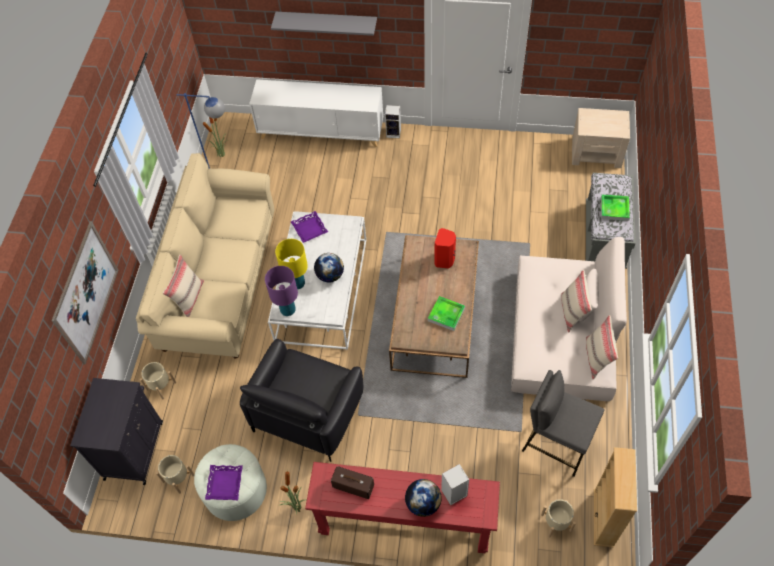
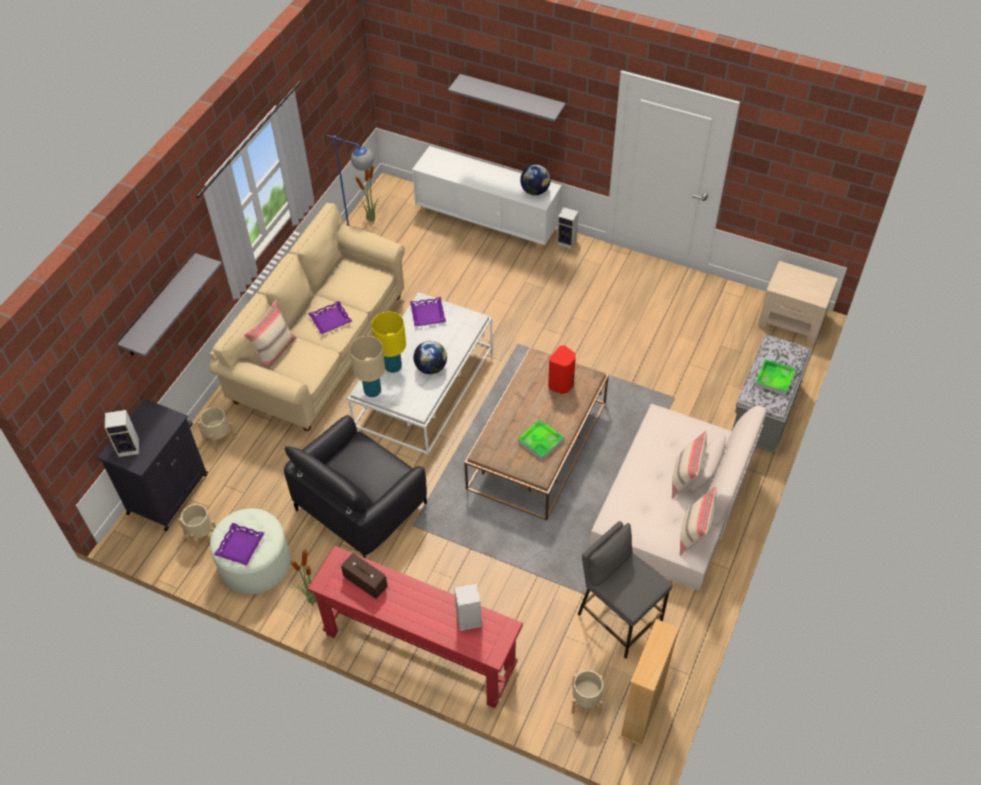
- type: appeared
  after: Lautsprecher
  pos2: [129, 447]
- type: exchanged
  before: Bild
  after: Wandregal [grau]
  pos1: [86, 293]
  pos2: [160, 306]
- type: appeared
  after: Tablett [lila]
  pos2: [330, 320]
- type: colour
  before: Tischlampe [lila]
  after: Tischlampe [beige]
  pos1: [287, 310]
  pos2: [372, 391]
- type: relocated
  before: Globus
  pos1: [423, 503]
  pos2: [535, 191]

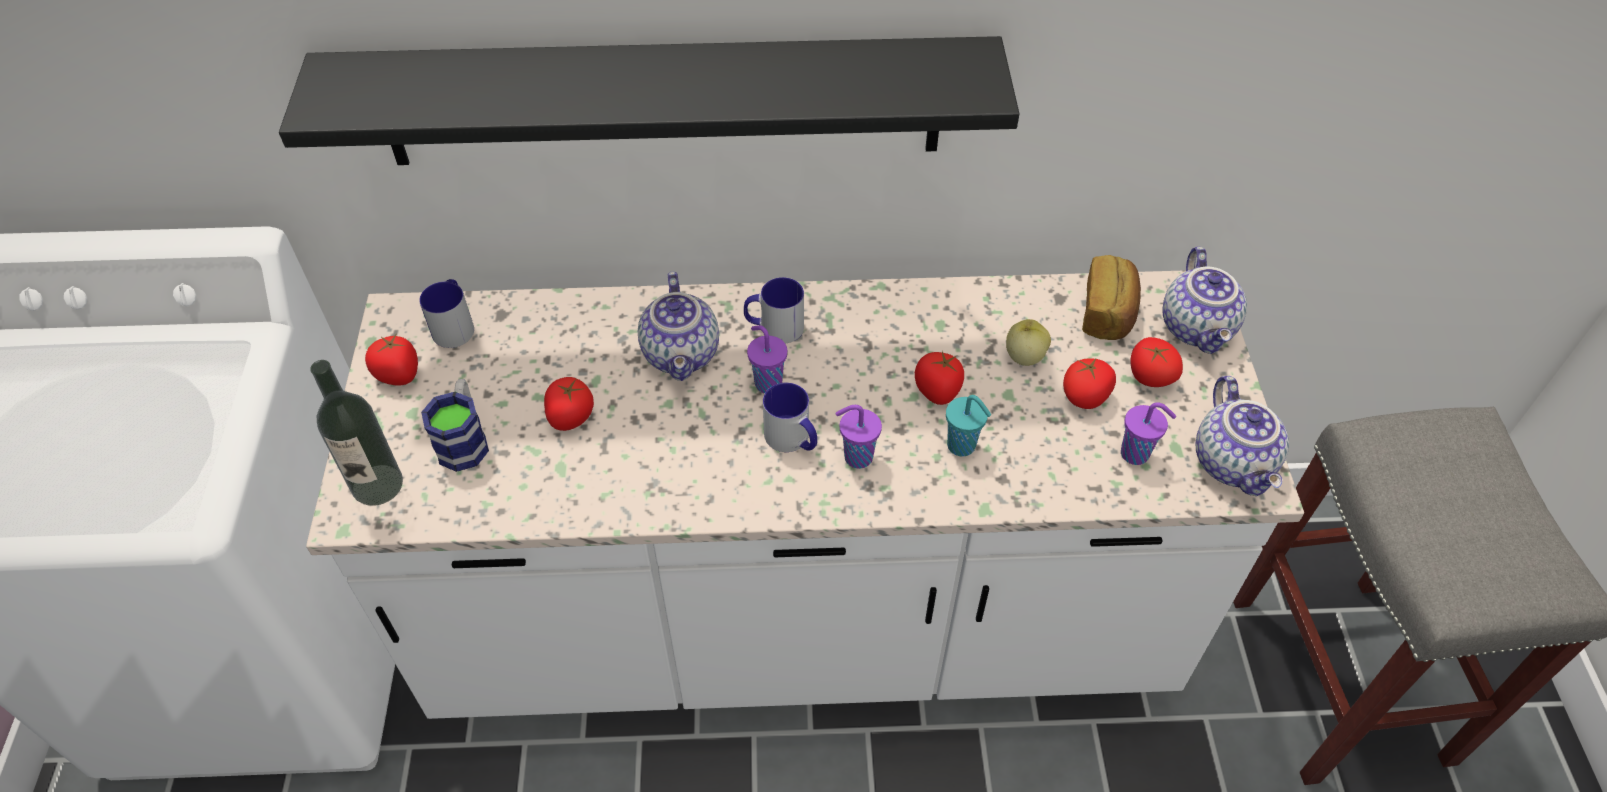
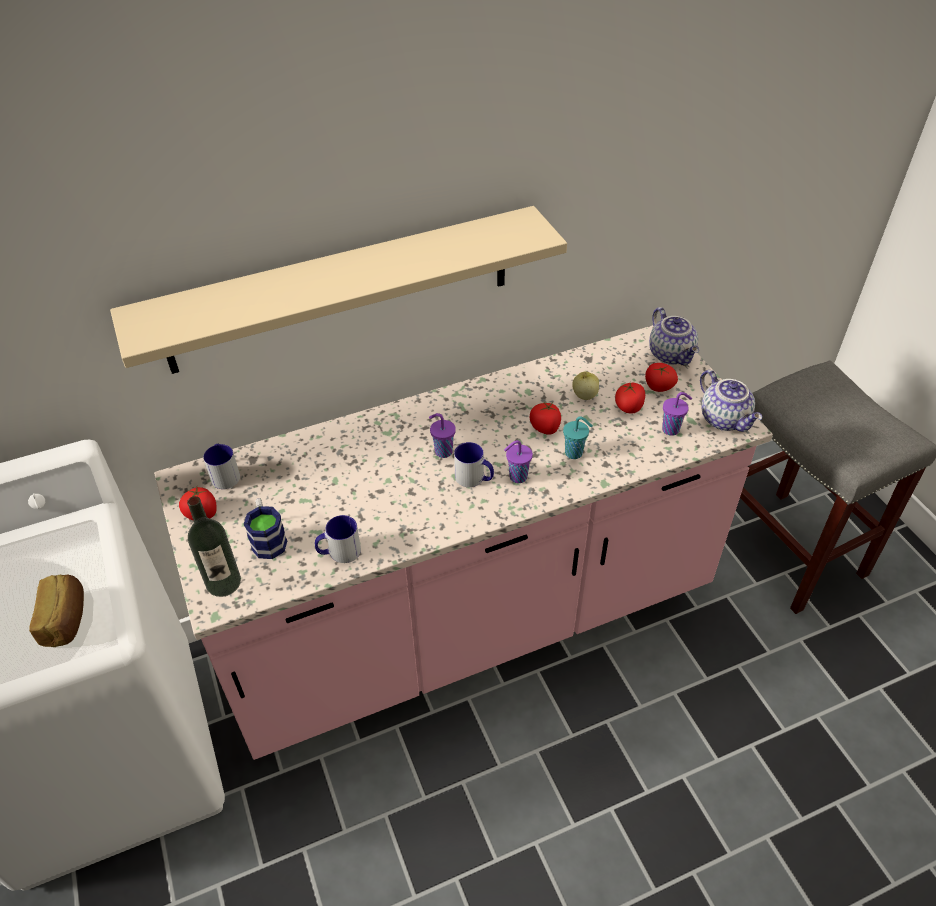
- type: relocated
  before: Brot
  pos1: [1108, 313]
  pos2: [66, 620]
- type: colour
  before: Wandregal [schwarz]
  after: Wandregal [beige]
  pos1: [662, 101]
  pos2: [340, 290]
- type: colour
  before: Küchenzeile [weiß]
  after: Küchenzeile [rosa]
  pos1: [803, 626]
  pos2: [471, 623]
- type: relocated
  before: Henkelbecher
  pos1: [774, 327]
  pos2: [339, 552]
- type: missing
  before: Tomate
  pos1: [571, 417]
- type: missing
  before: Teekanne
  pos1: [683, 354]

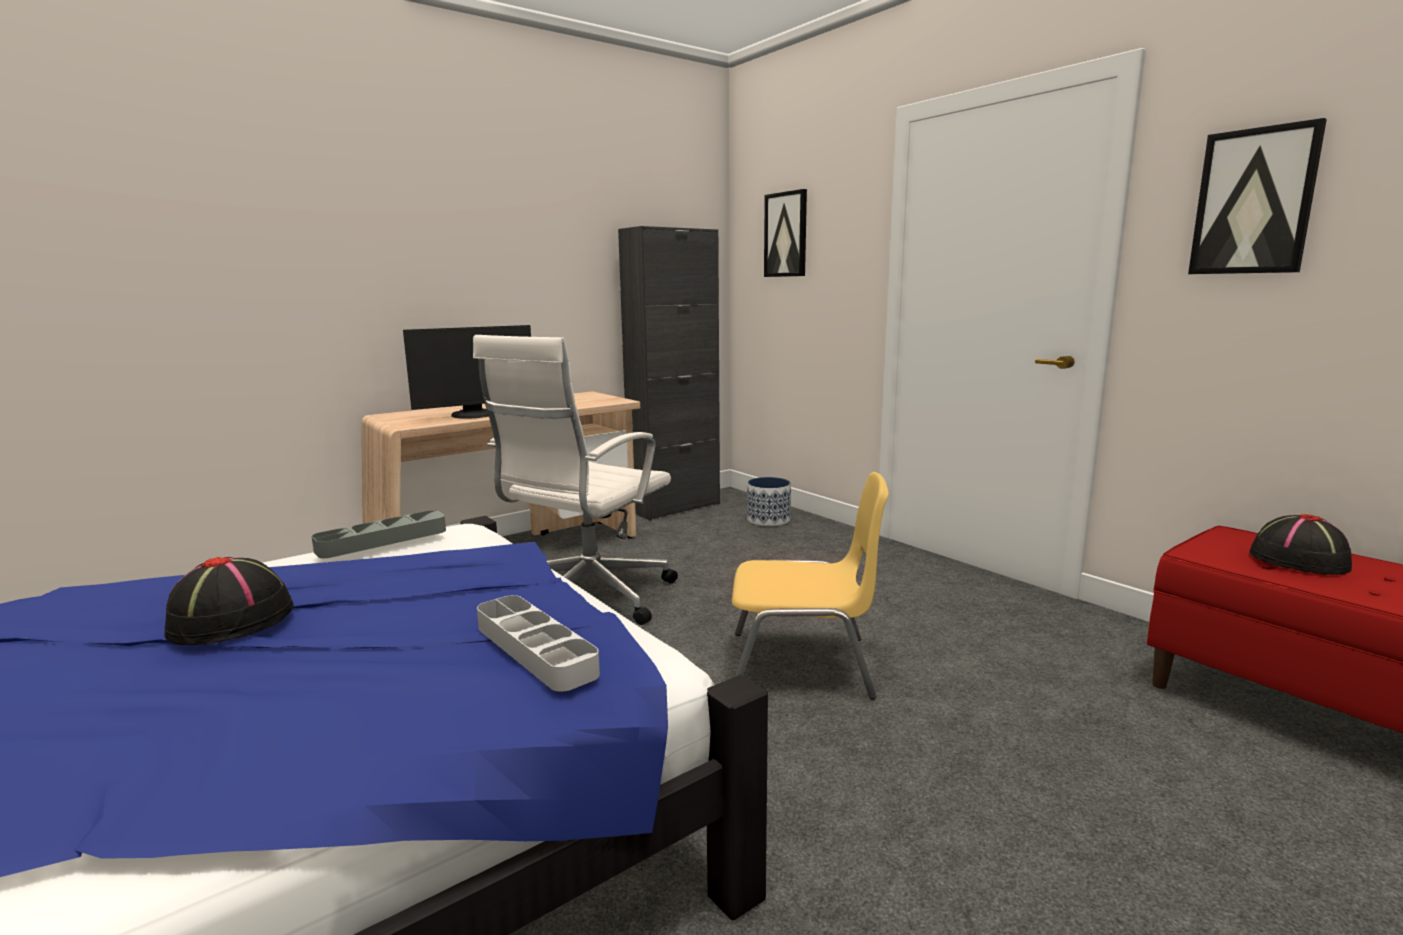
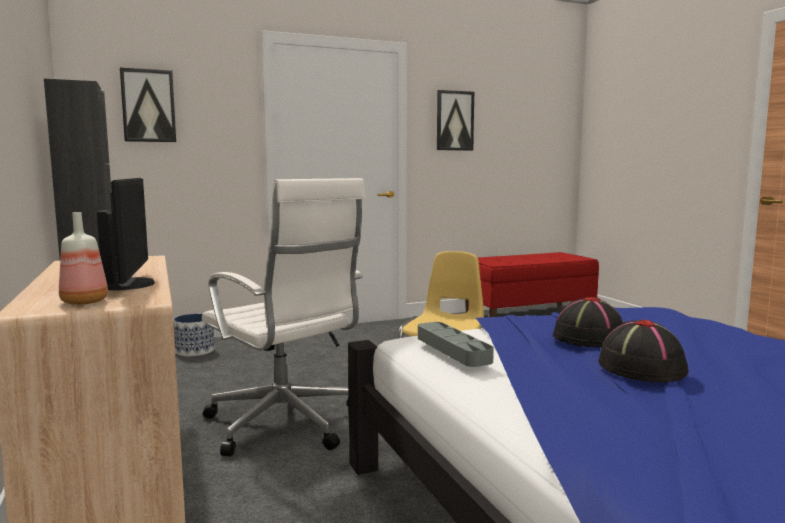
- type: appeared
  after: Flasche
  pos2: [86, 302]
- type: relocated
  before: Hut [schwarz]
  pos1: [1297, 560]
  pos2: [588, 338]
- type: missing
  before: Tablett [grau]
  pos1: [535, 649]

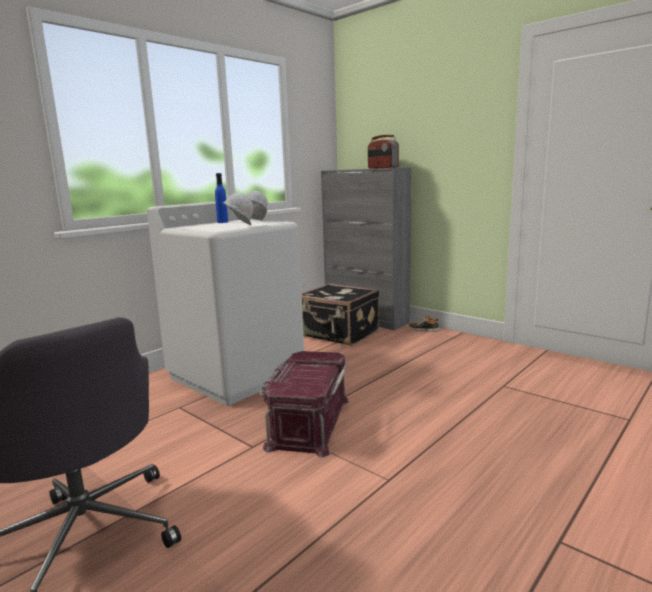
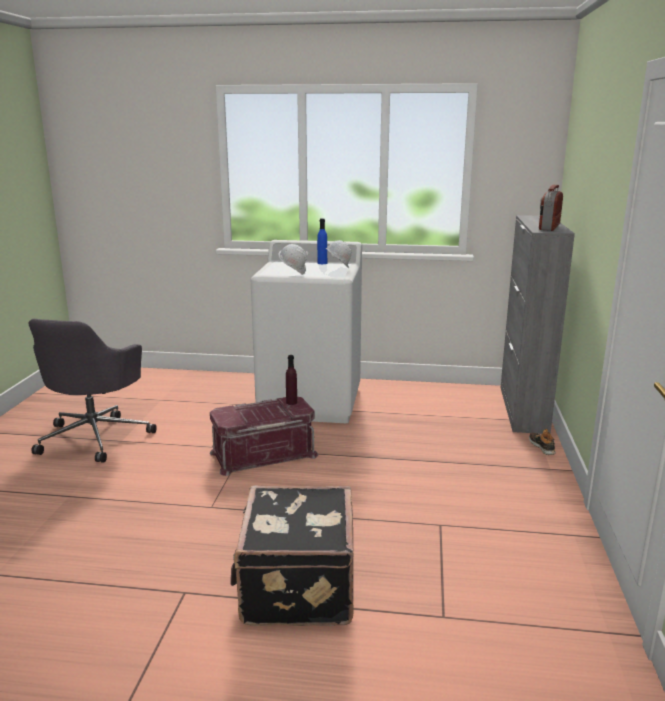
- type: relocated
  before: Koffer [schwarz]
  pos1: [339, 334]
  pos2: [296, 587]
- type: appeared
  after: Flasche [lila]
  pos2: [291, 402]

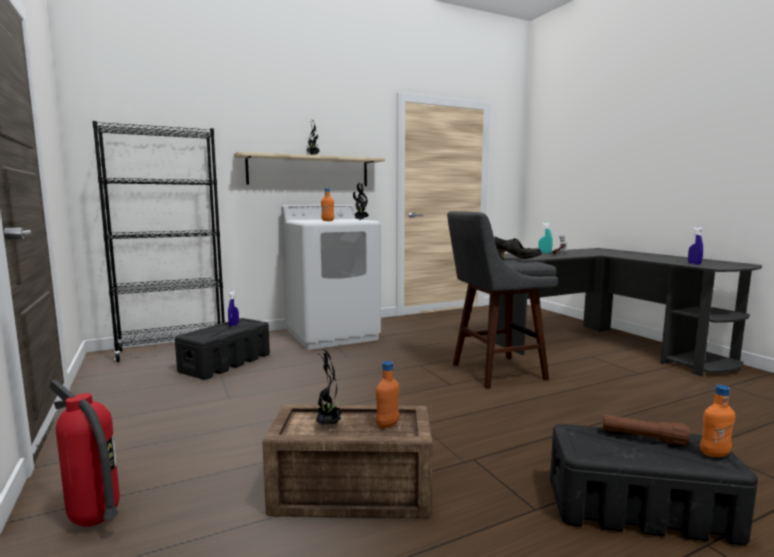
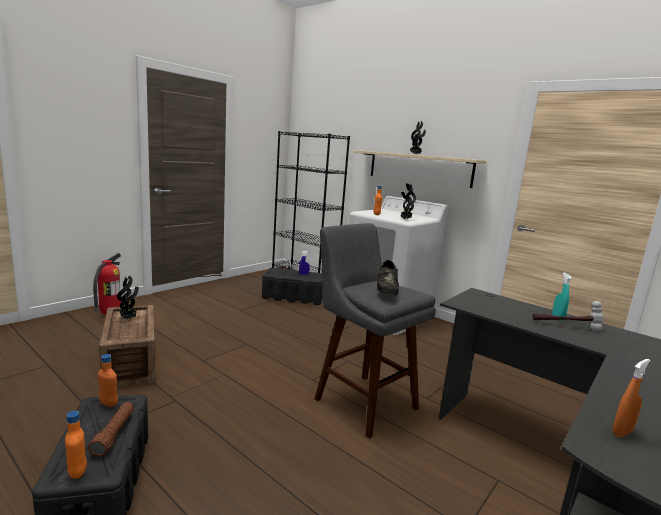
- type: relocated
  before: Flasche [orange]
  pos1: [387, 425]
  pos2: [108, 403]
- type: colour
  before: Sprühflasche [blau]
  after: Sprühflasche [orange]
  pos1: [694, 264]
  pos2: [622, 432]

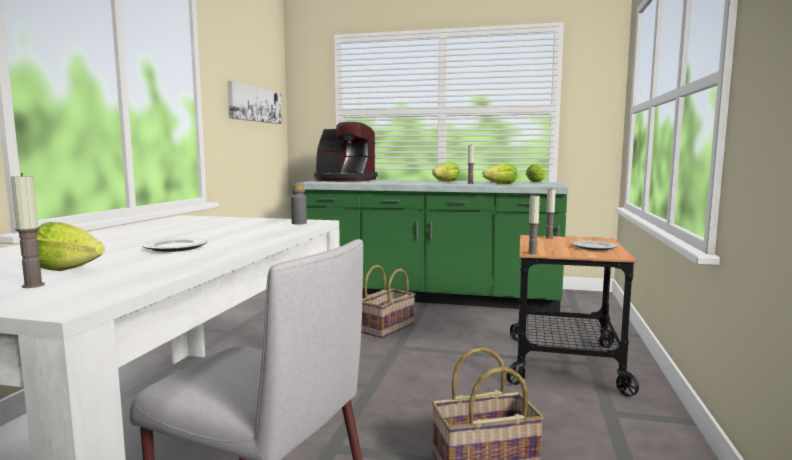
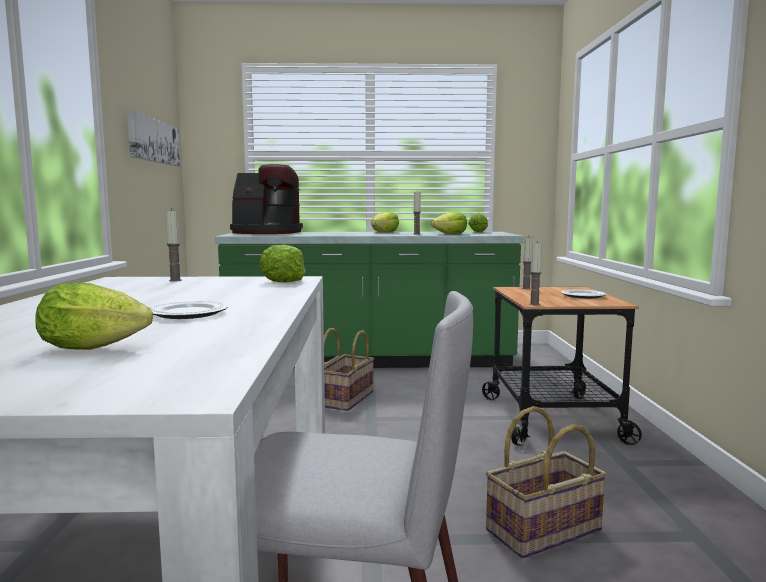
- type: relocated
  before: Kerze
  pos1: [33, 285]
  pos2: [175, 280]
- type: exchanged
  before: Flasche [grau]
  after: Salatkopf
  pos1: [299, 223]
  pos2: [283, 280]

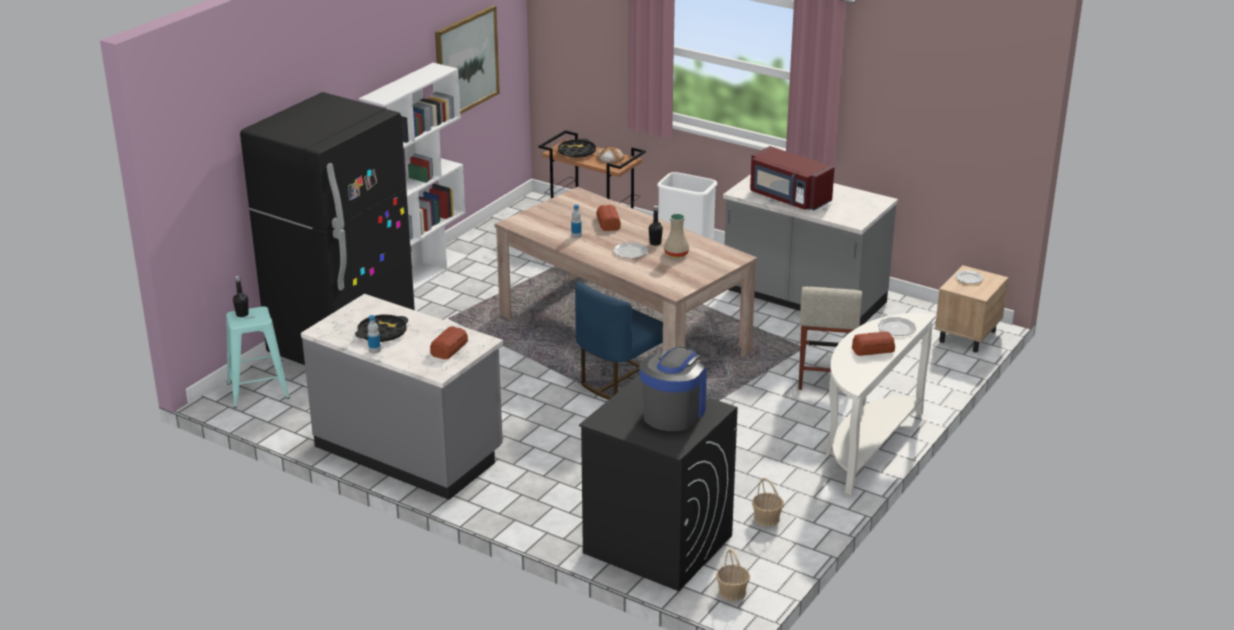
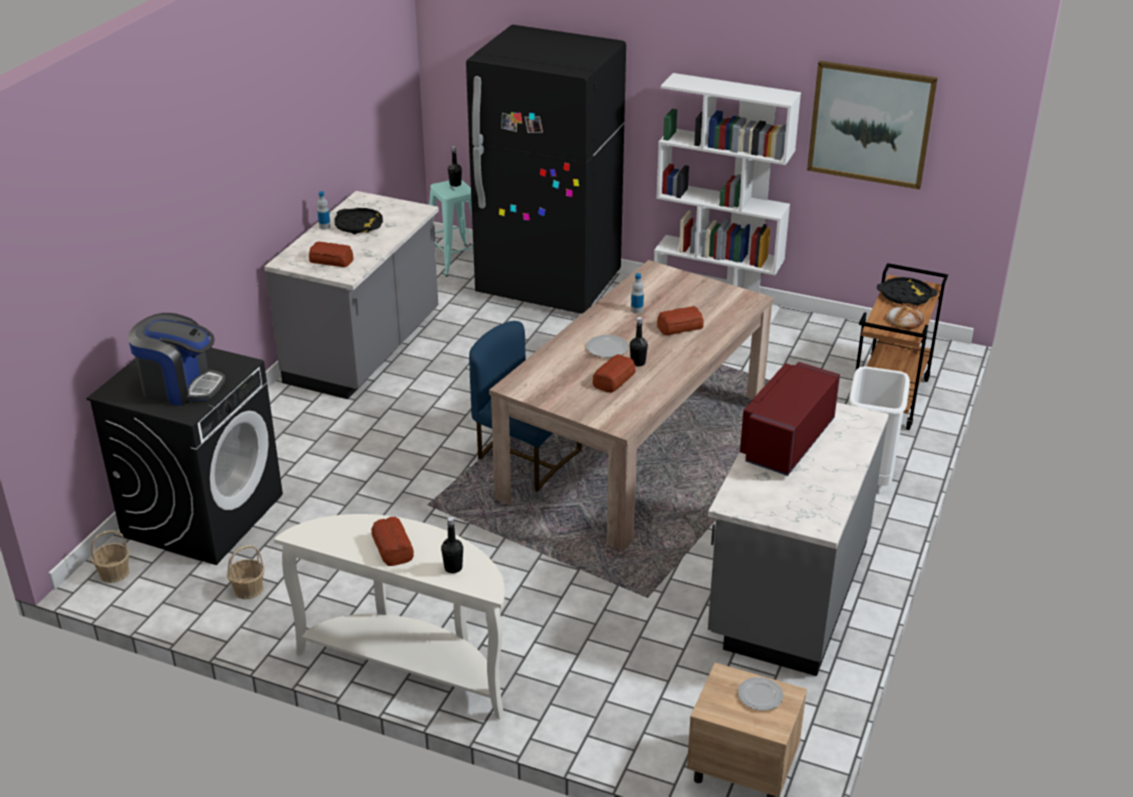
- type: exchanged
  before: Teller
  after: Flasche [schwarz]
  pos1: [897, 328]
  pos2: [453, 568]
- type: exchanged
  before: Vase [beige]
  after: Brot
  pos1: [676, 254]
  pos2: [613, 380]
- type: missing
  before: Hocker [beige]
  pos1: [825, 378]

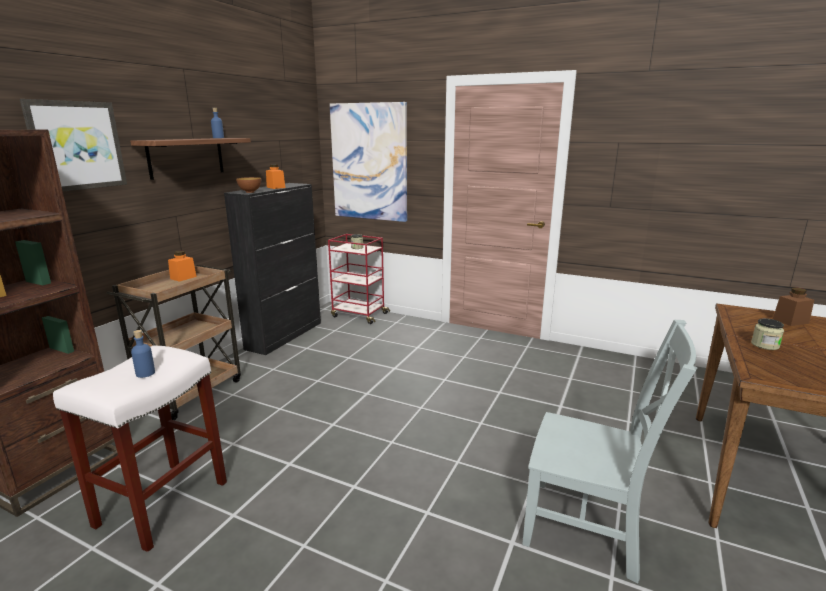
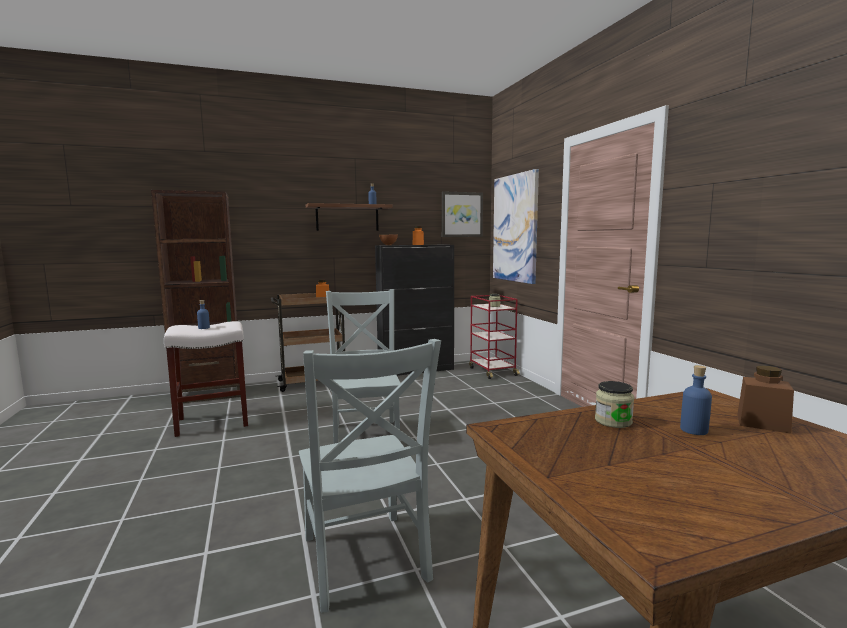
- type: appeared
  after: Stuhl [grau]
  pos2: [366, 433]
- type: relocated
  before: Bild
  pos1: [76, 145]
  pos2: [461, 214]
- type: appeared
  after: Flasche [blau]
  pos2: [694, 430]

